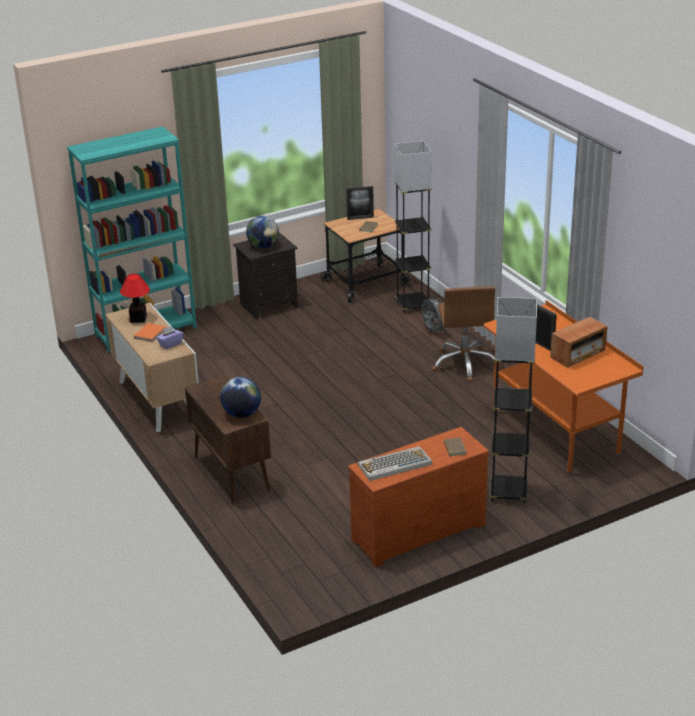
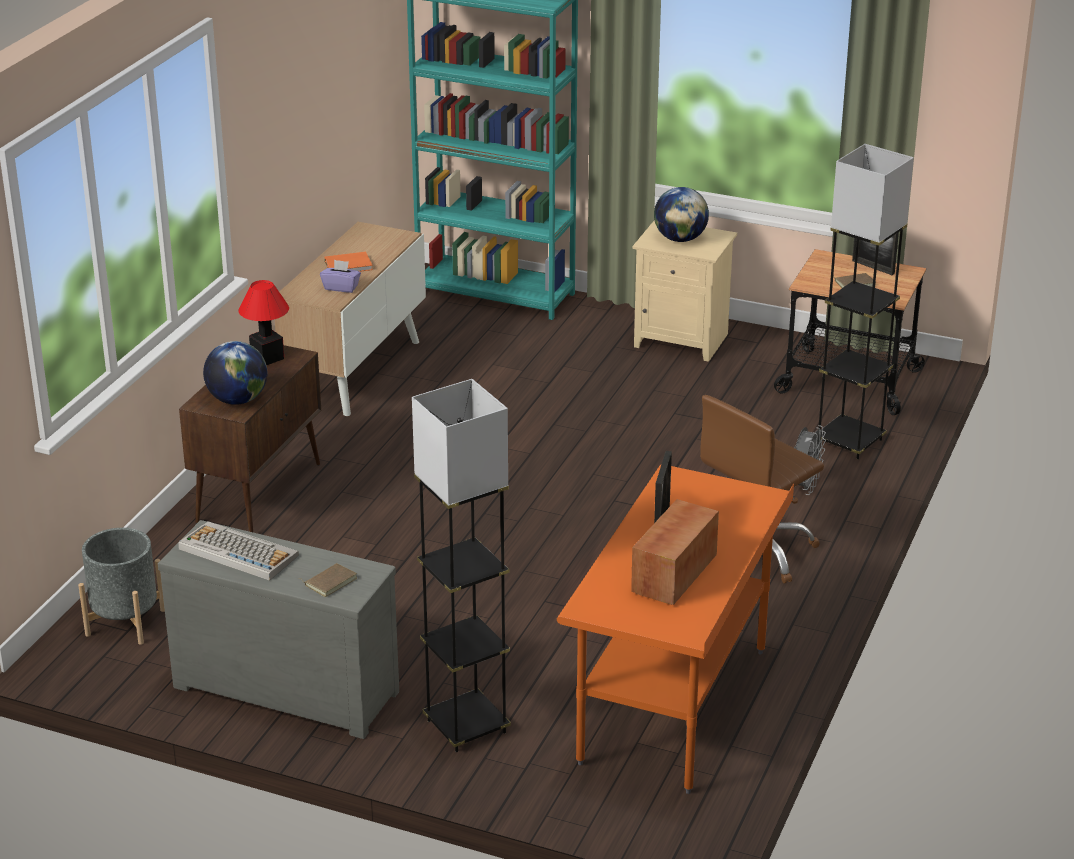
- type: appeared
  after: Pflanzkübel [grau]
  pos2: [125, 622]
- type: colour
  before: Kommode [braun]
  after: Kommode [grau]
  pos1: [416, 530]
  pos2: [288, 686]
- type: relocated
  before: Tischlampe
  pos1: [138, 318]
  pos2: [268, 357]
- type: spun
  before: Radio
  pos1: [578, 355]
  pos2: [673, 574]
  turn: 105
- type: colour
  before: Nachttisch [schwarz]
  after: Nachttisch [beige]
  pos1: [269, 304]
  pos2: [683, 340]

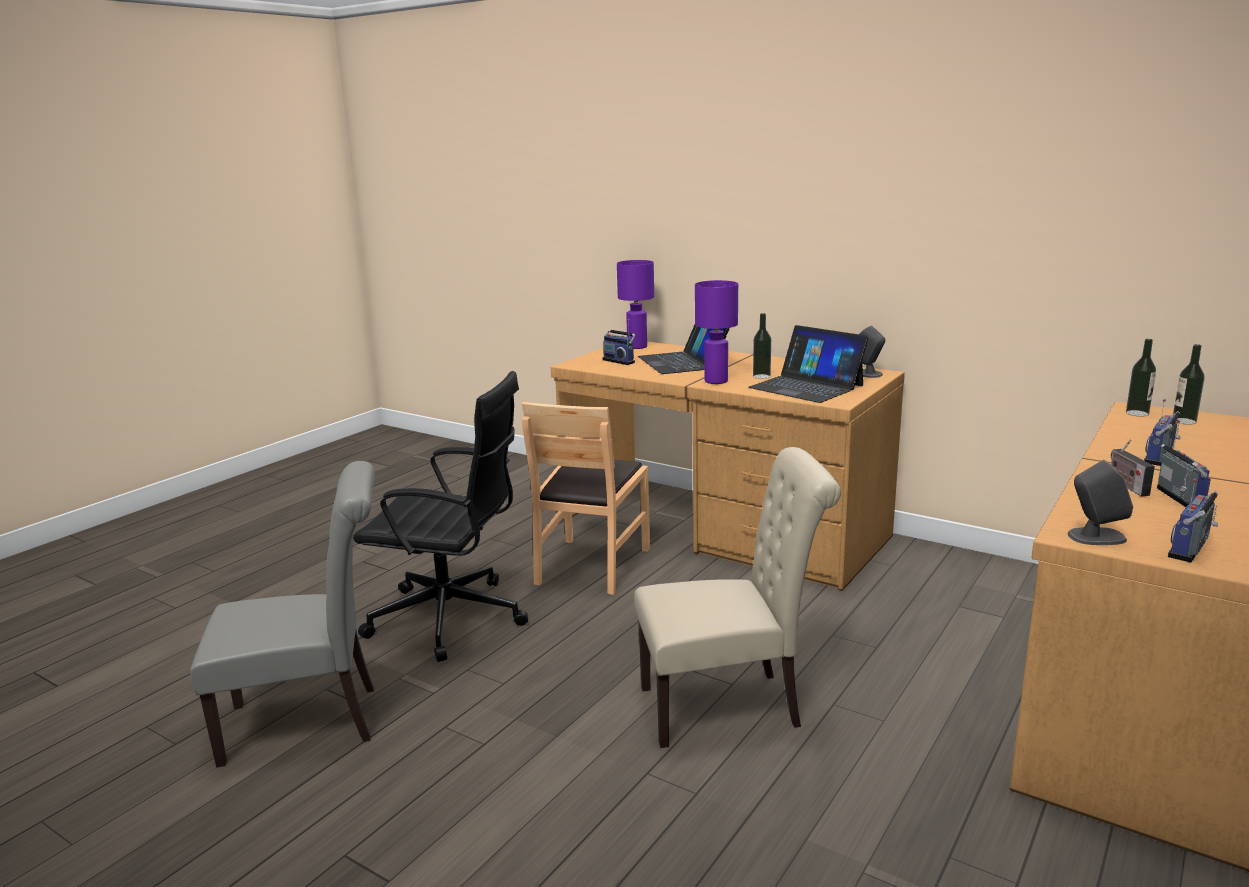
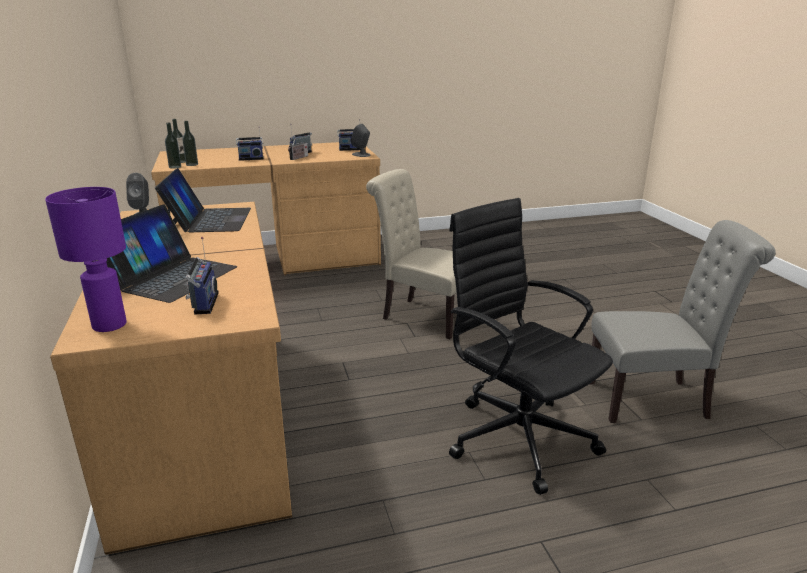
- type: relocated
  before: Flasche
  pos1: [761, 376]
  pos2: [192, 164]
- type: spun
  before: Stuhl [grau]
  pos1: [312, 722]
  pos2: [654, 400]
  turn: 150
- type: missing
  before: Stuhl [braun]
  pos1: [591, 565]
- type: missing
  before: Tischlampe [lila]
  pos1: [716, 381]

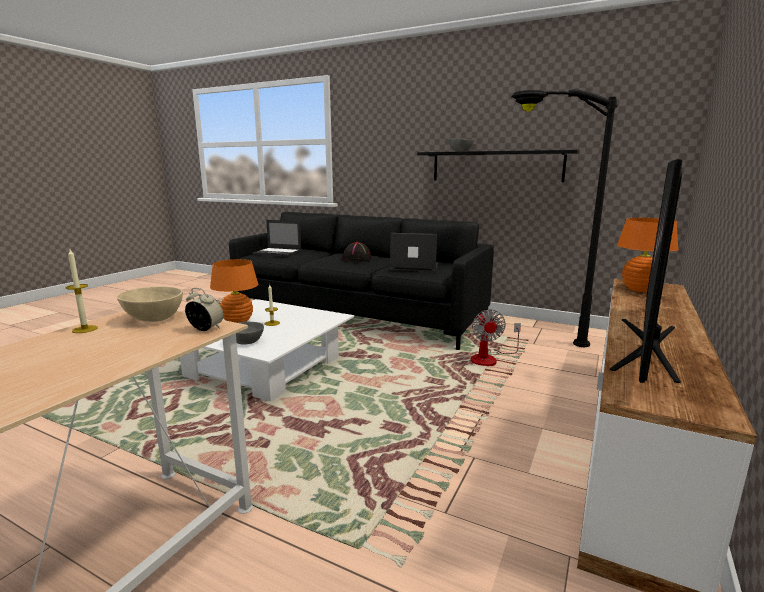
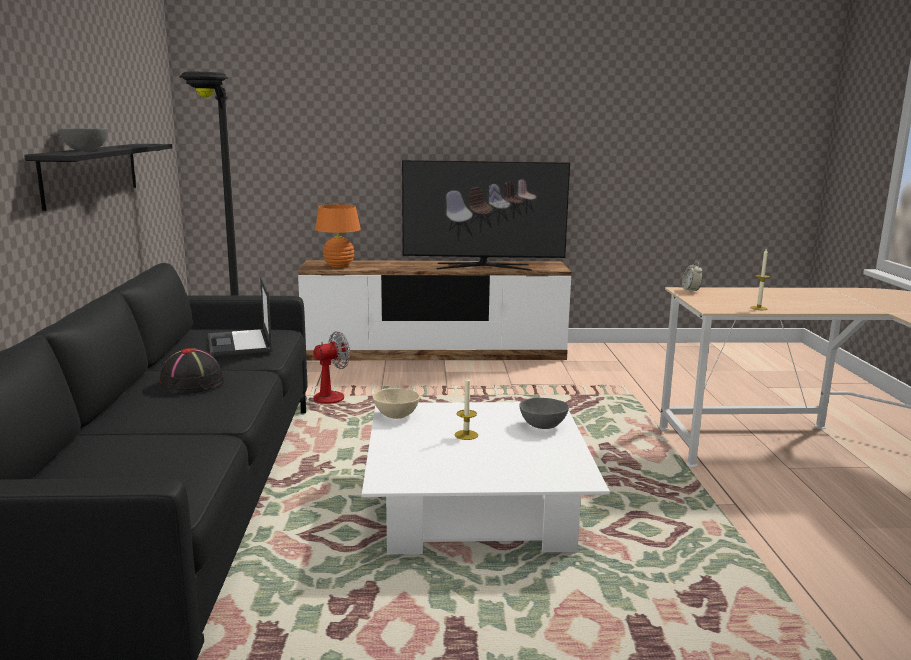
- type: relocated
  before: Schüssel [beige]
  pos1: [153, 318]
  pos2: [396, 416]
- type: missing
  before: Tischlampe [orange]
  pos1: [237, 322]
- type: missing
  before: Laptop
  pos1: [278, 252]

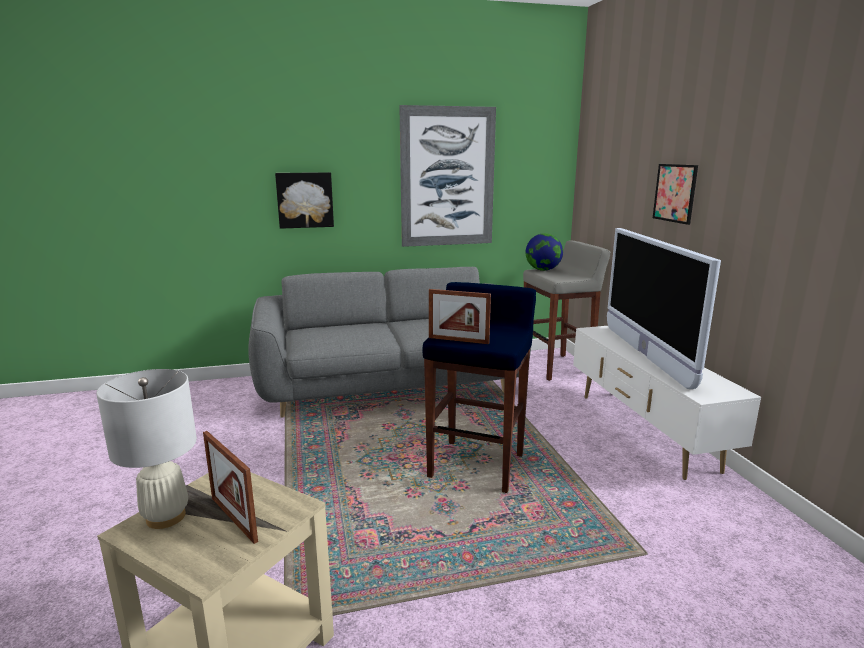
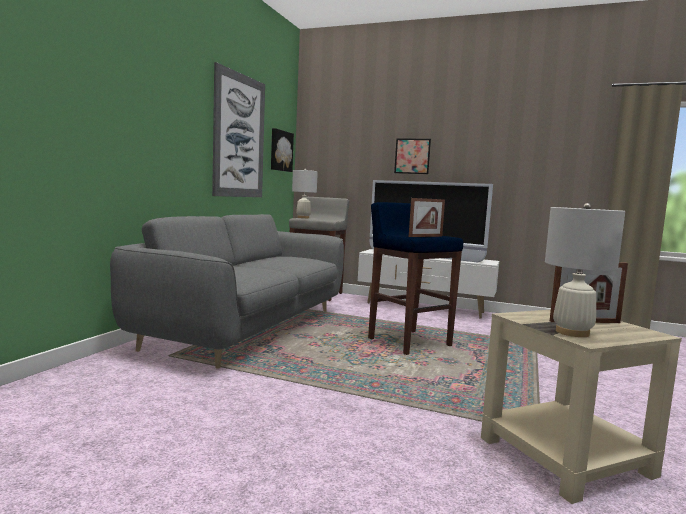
- type: relocated
  before: Bild
  pos1: [305, 200]
  pos2: [280, 151]
- type: exchanged
  before: Globus
  after: Tischlampe [weiß]
  pos1: [543, 270]
  pos2: [303, 217]

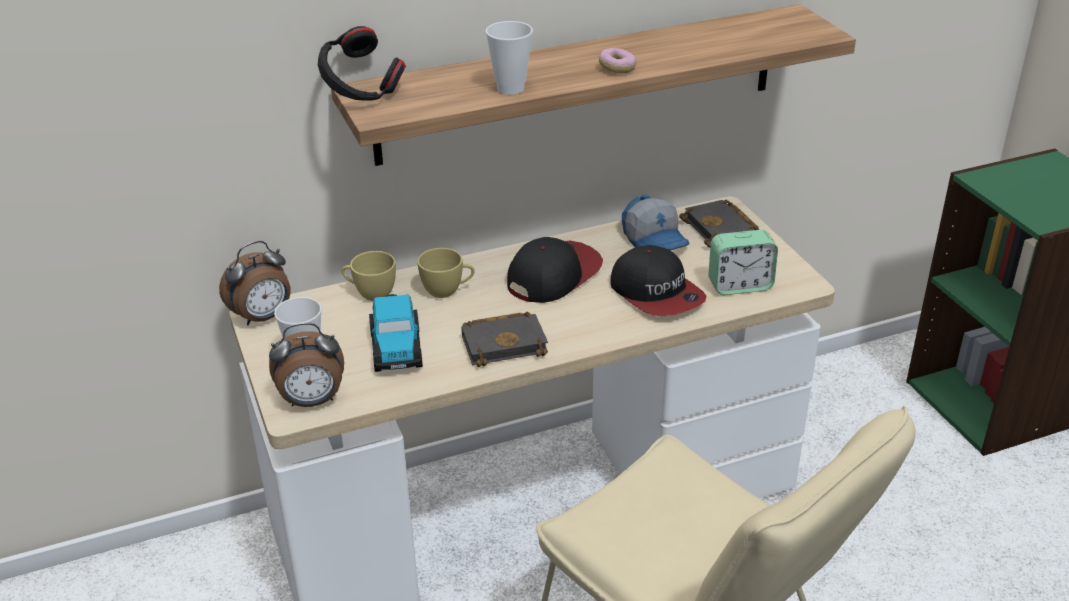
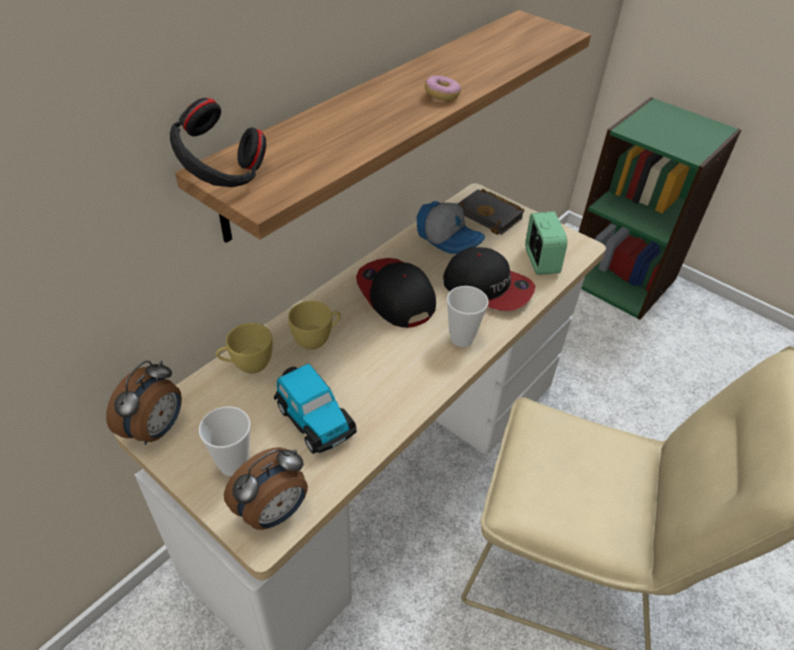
- type: spun
  before: Kappe
  pos1: [553, 275]
  pos2: [395, 295]
  turn: -45
- type: relocated
  before: Tasse
  pos1: [510, 88]
  pos2: [461, 338]
- type: spun
  before: Wecker
  pos1: [740, 285]
  pos2: [540, 261]
  turn: -60
- type: missing
  before: Buch [schwarz]
  pos1: [505, 343]

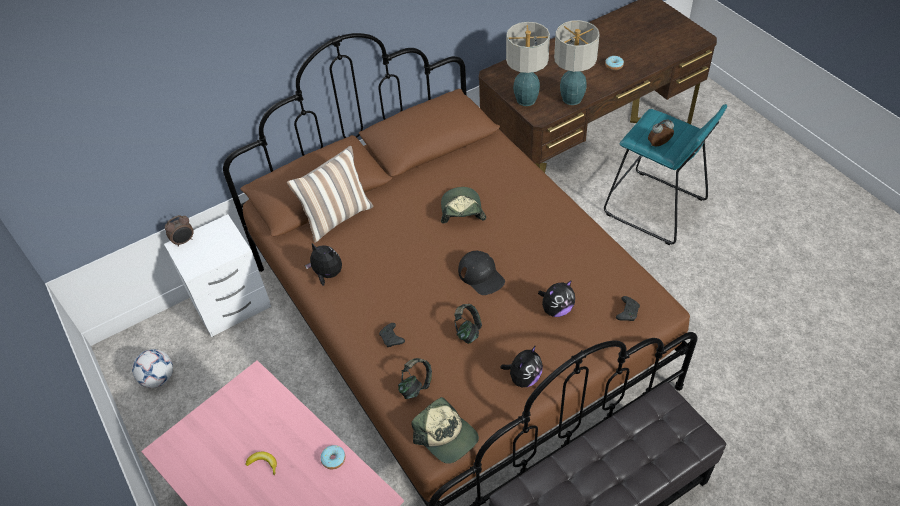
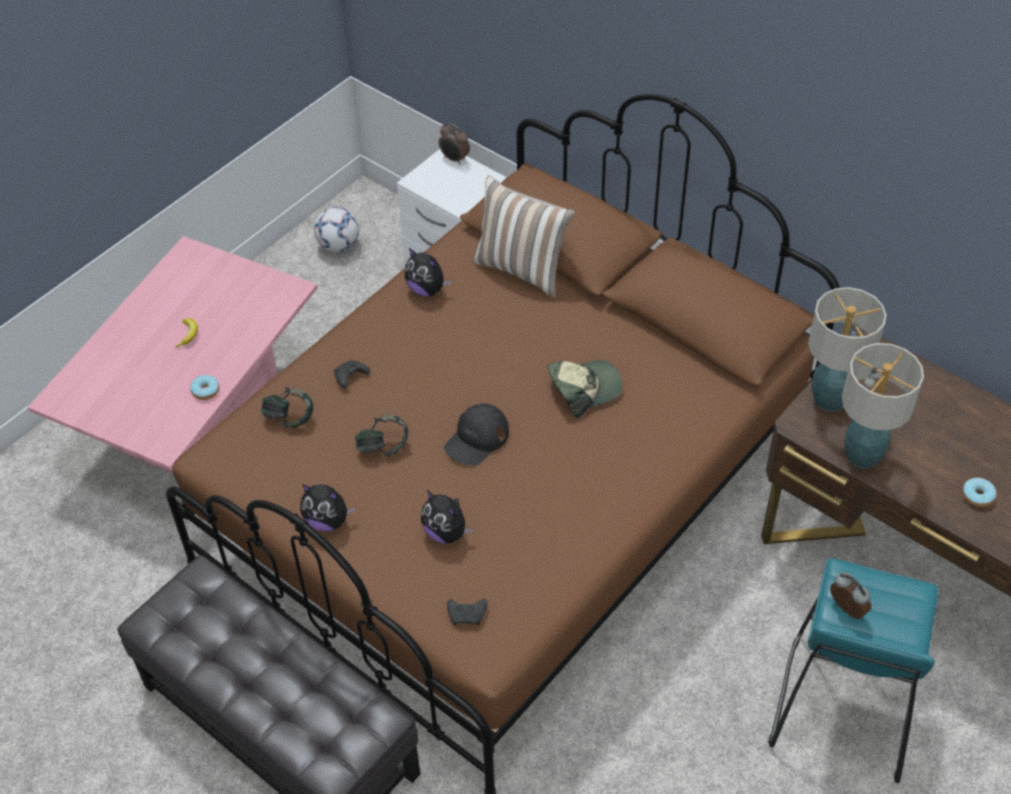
- type: spun
  before: Plüschtier
  pos1: [327, 275]
  pos2: [427, 289]
  turn: 120
- type: missing
  before: Kappe
  pos1: [446, 436]

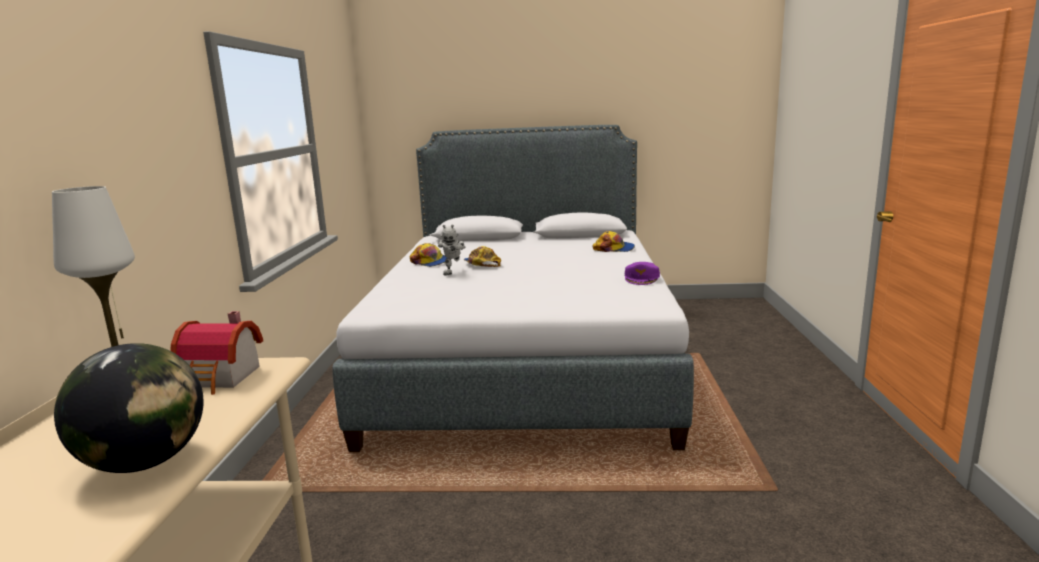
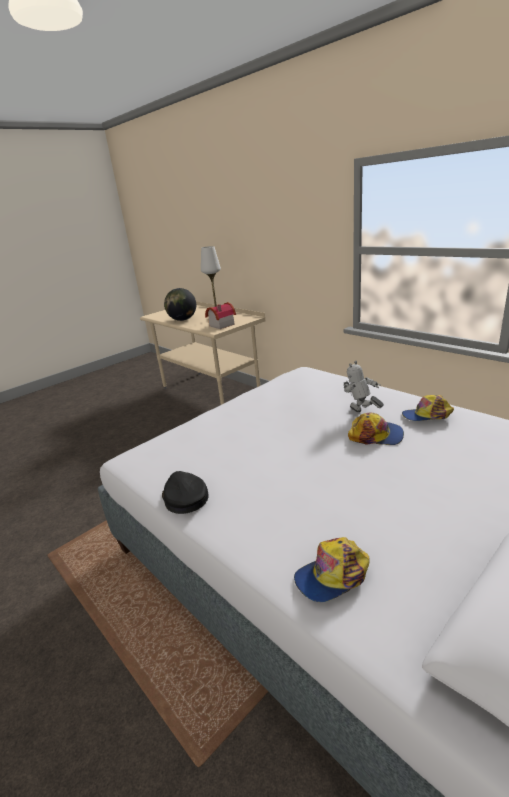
- type: colour
  before: Kappe [lila]
  after: Kappe [schwarz]
  pos1: [642, 278]
  pos2: [184, 497]

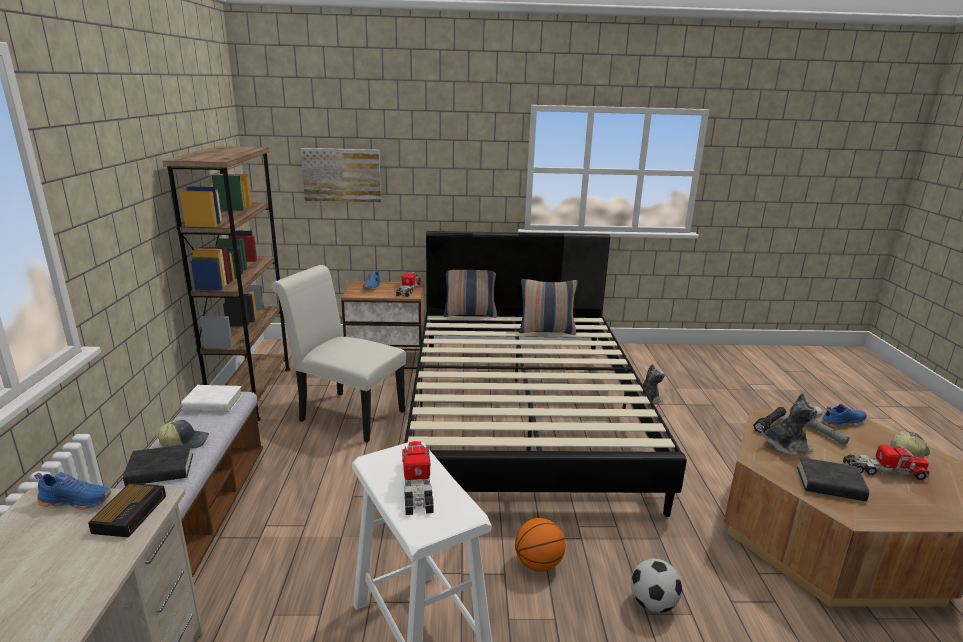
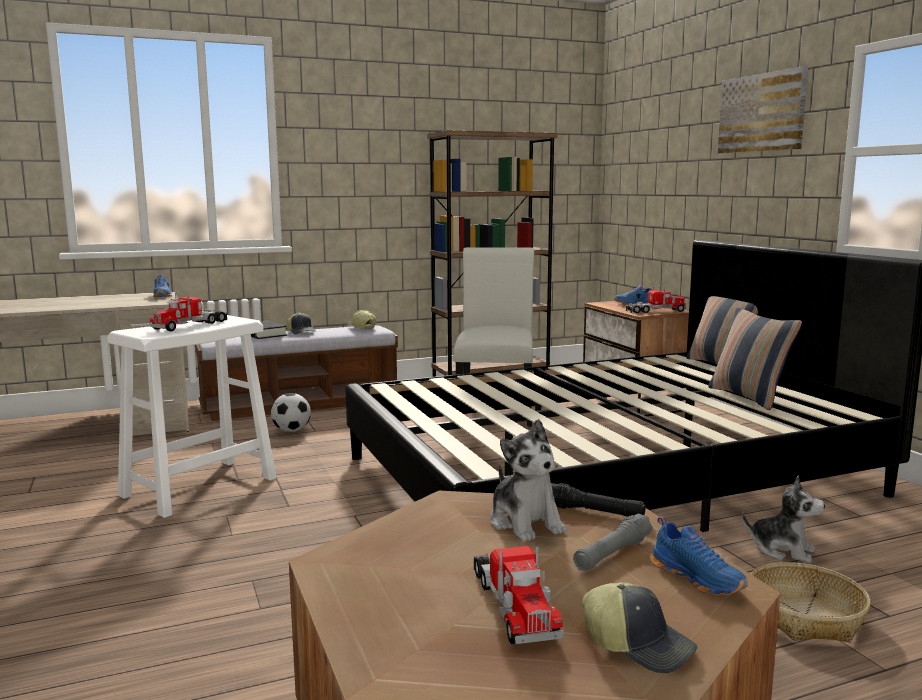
- type: spun
  before: Spielzeuglaster
  pos1: [417, 485]
  pos2: [190, 325]
  turn: 150
- type: relocated
  before: Fußball
  pos1: [653, 603]
  pos2: [291, 431]
- type: exchanged
  before: Buch [weiß]
  after: Kappe
  pos1: [213, 403]
  pos2: [361, 327]
- type: relocated
  before: Bild
  pos1: [342, 175]
  pos2: [762, 113]
- type: appeared
  after: Korb
  pos2: [805, 616]
- type: missing
  before: Wecker
  pos1: [131, 513]
- type: missing
  before: Basketball
  pos1: [538, 563]
- type: missing
  before: Buch [schwarz]
  pos1: [830, 484]

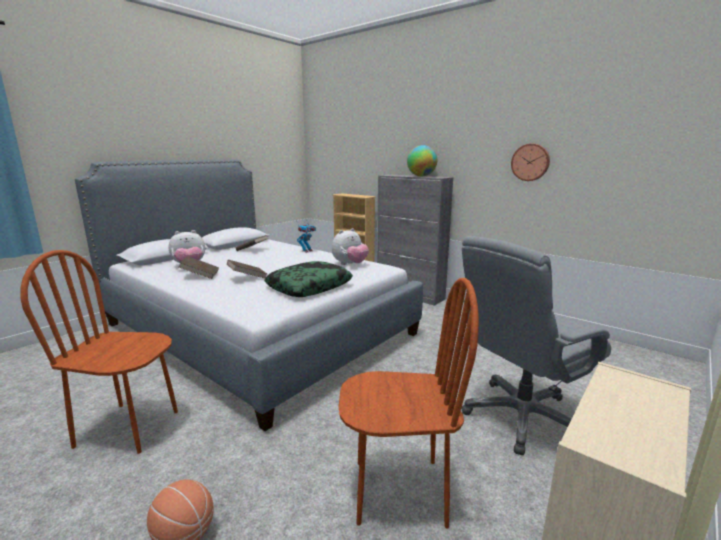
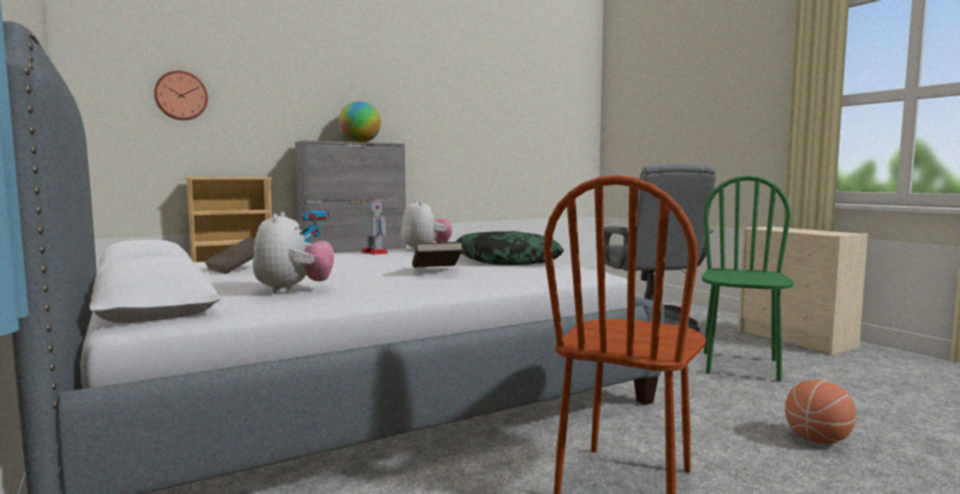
- type: relocated
  before: Wanduhr
  pos1: [530, 162]
  pos2: [181, 96]
- type: appeared
  after: Spielzeugroboter
  pos2: [374, 252]
- type: colour
  before: Stuhl [braun]
  after: Stuhl [grün]
  pos1: [399, 491]
  pos2: [741, 366]
- type: missing
  before: Buch [braun]
  pos1: [200, 275]

